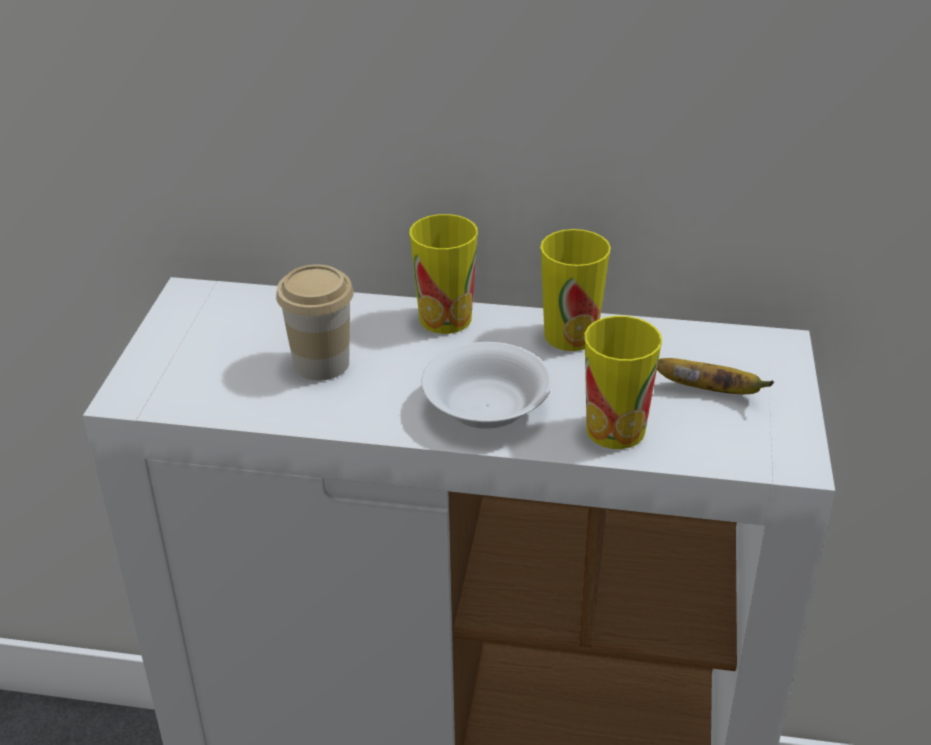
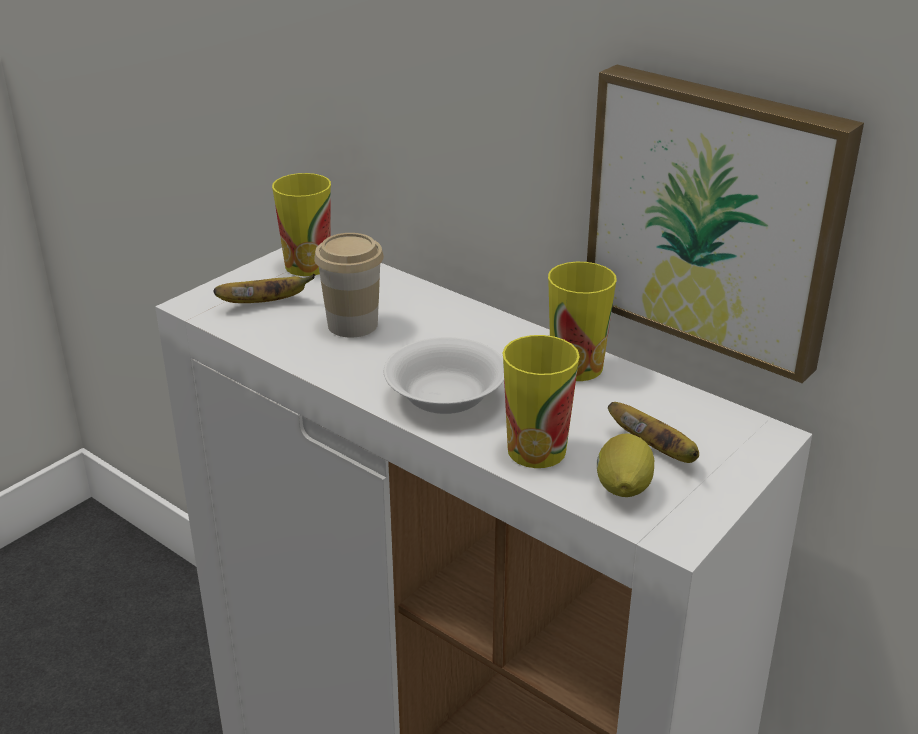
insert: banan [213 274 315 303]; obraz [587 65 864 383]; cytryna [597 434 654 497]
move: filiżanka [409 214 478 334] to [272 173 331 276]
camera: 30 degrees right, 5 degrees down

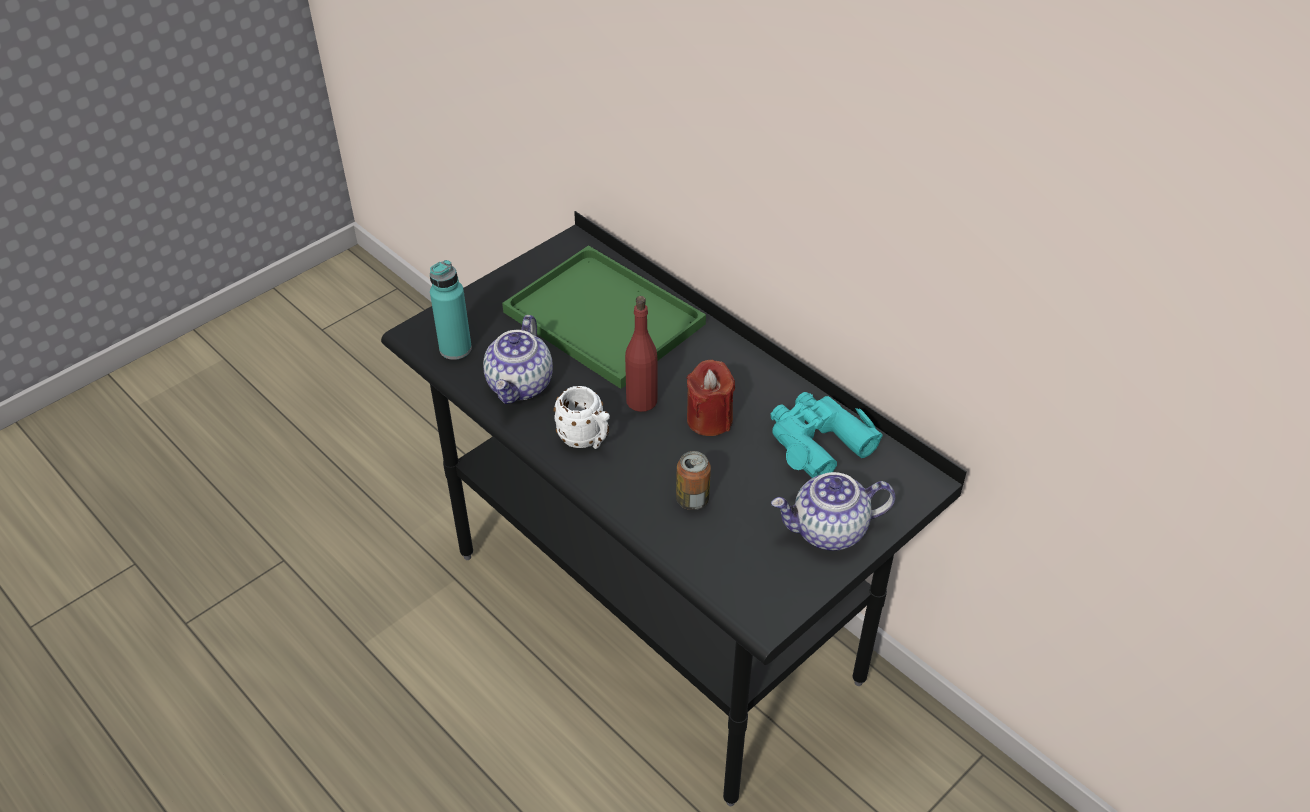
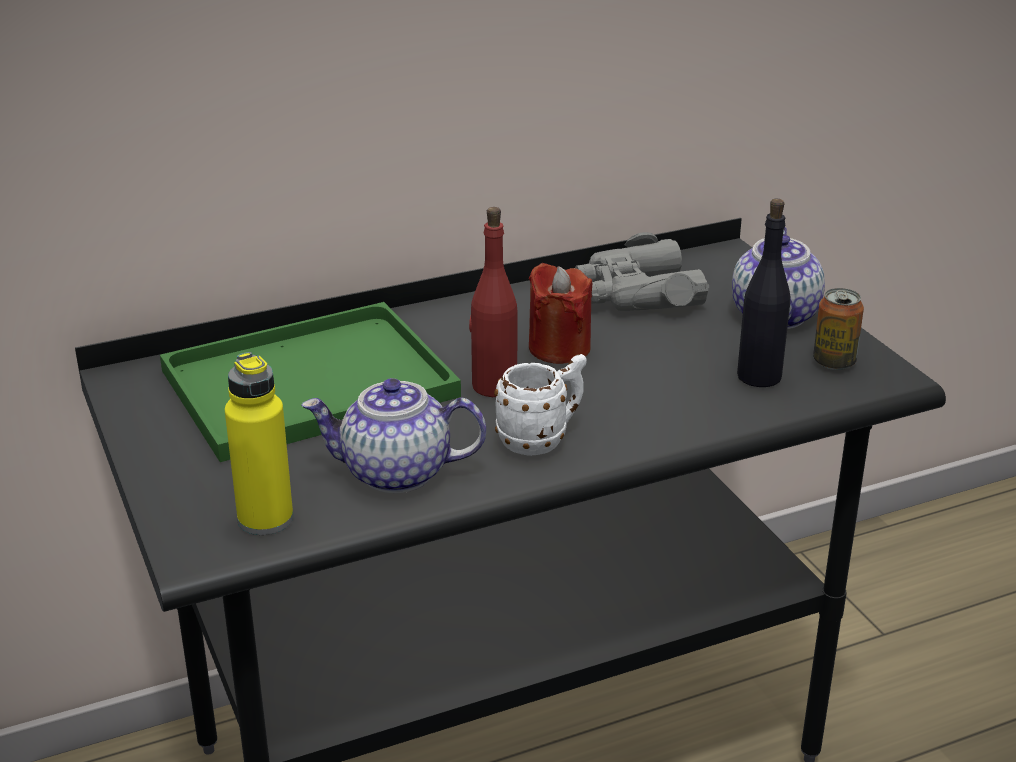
insert: butelka [czarny] [737 199 790 387]
move: puszka [676 451 711 510] to [813 288 864 370]
recolor: butelka [turkusowy] [430 260 472 360] to butelka [żółty] [225 352 293 535]; lornetka [turkusowy] [771 392 883 478] to lornetka [szary] [575 232 709 311]
rotate: imbryk [483 315 553 404] = [301 378 486 493] 150 degrees clockwise
camera: 70 degrees left, 15 degrees down

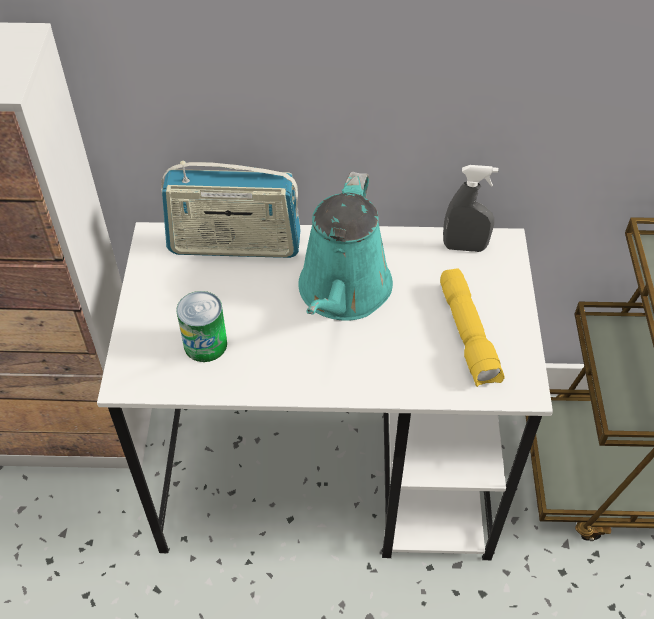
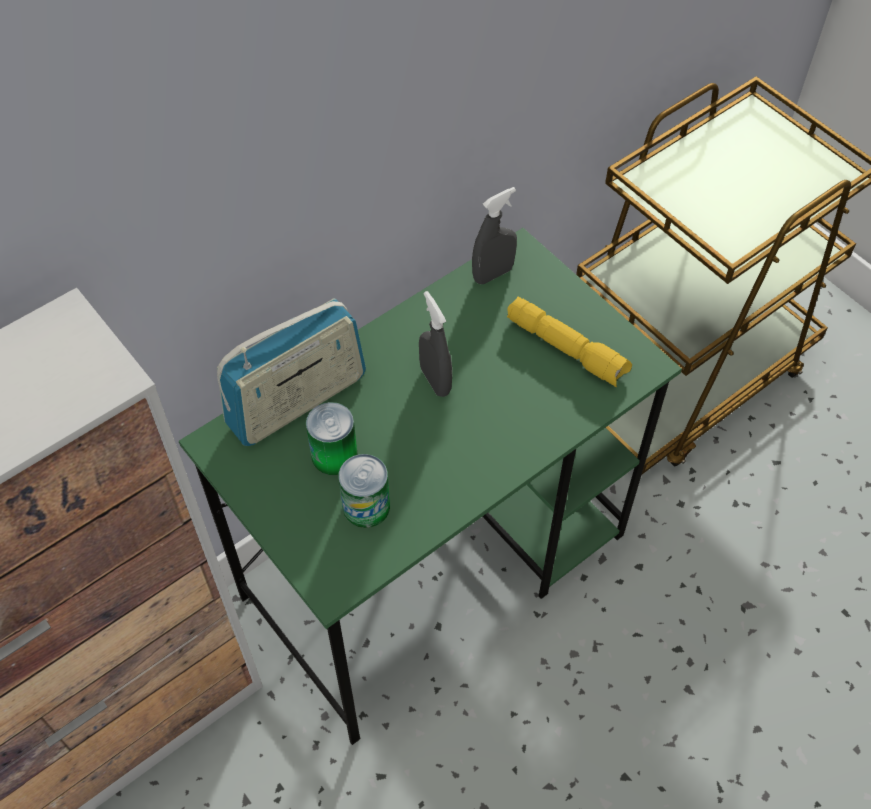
insert: puszka [306 402 358 475]
replace: konewka [turkusowy] [298 172 393 321] to spryskiwacz [szary] [419 291 452 397]
recolor: biurko [biały] [97 222 553 560] to biurko [zielony] [179 228 682 745]
camera: 40 degrees left, 5 degrees up

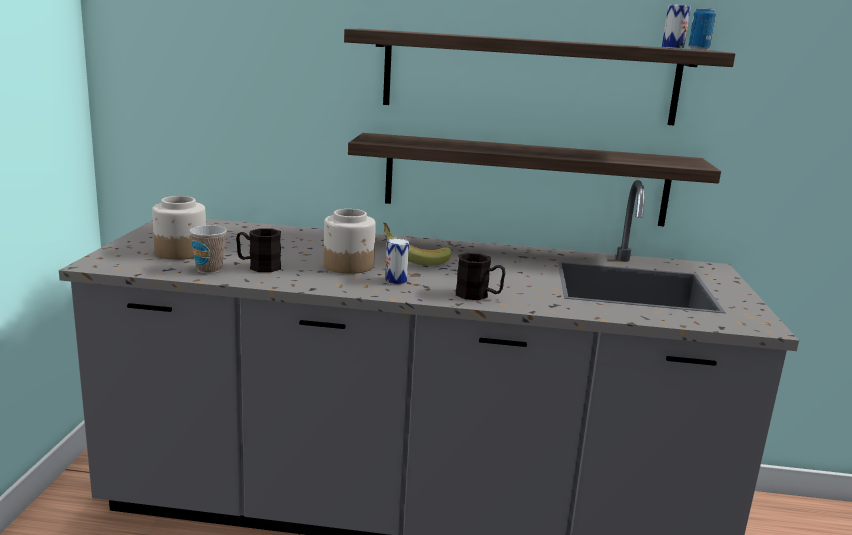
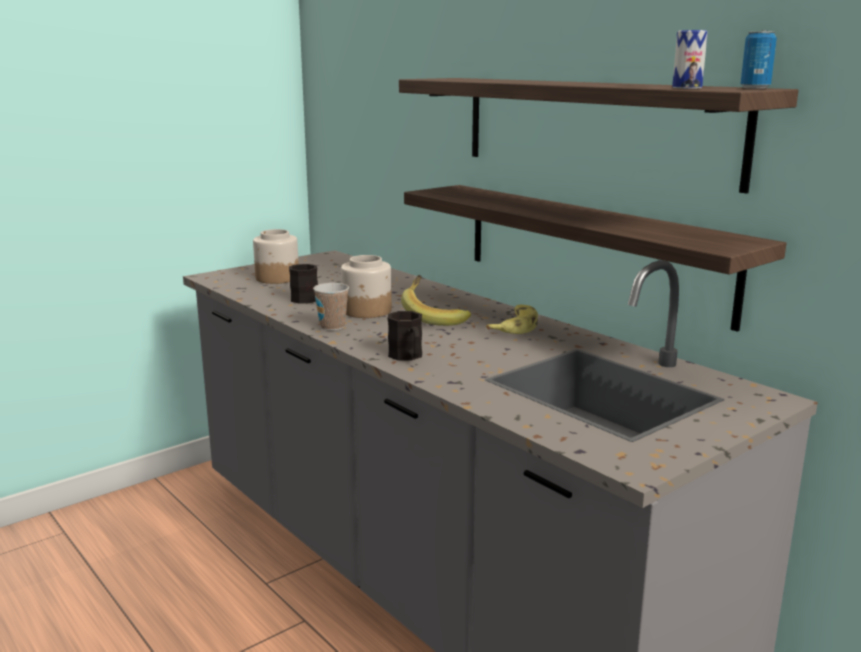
delete: puszka [385 238 409 284]
insert: banan [486 305 538 334]
move: filiżanka [189 225 227 274] to [313 283 349 331]
camera: 45 degrees right, 0 degrees up

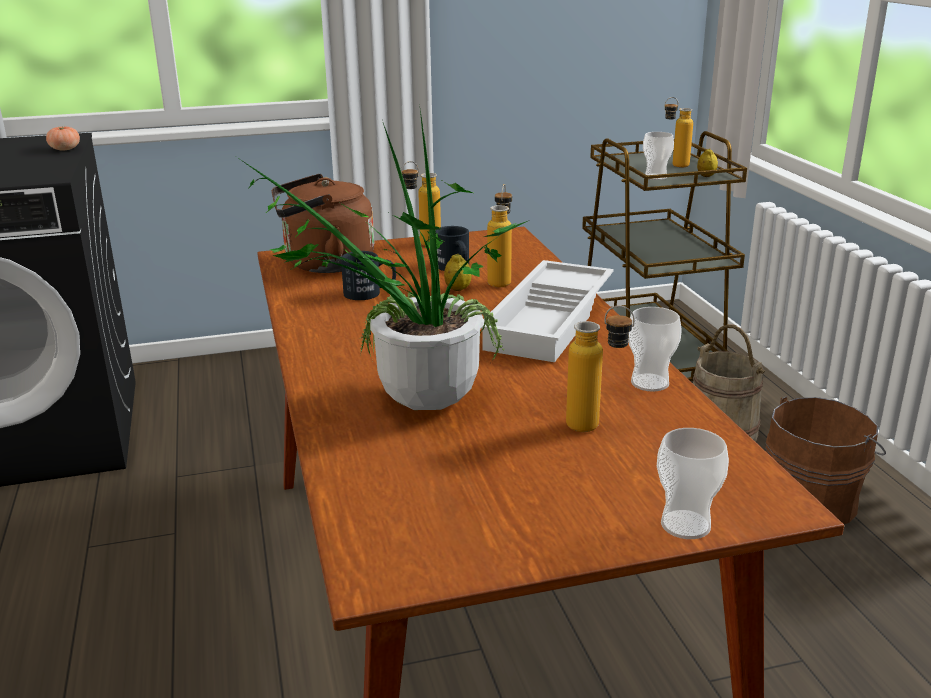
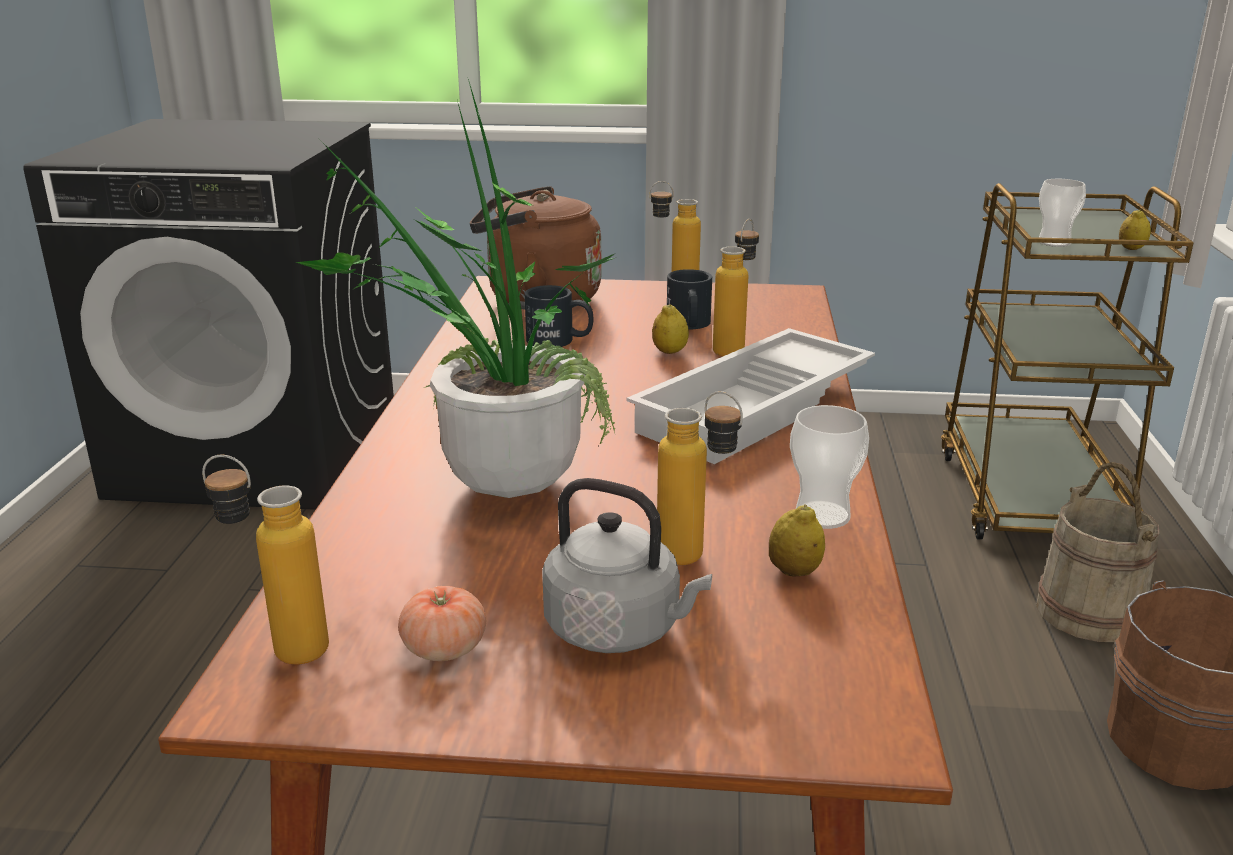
delete: filiżanka [657 428 729 539]
insert: czajnik [szary] [542 478 712 653]; cytryna [769 505 825 576]
move: butelka [664 97 693 167] to [202 455 329 665]; pomidor [46 126 80 150] to [398 586 486 661]
camera: 20 degrees right, 0 degrees up

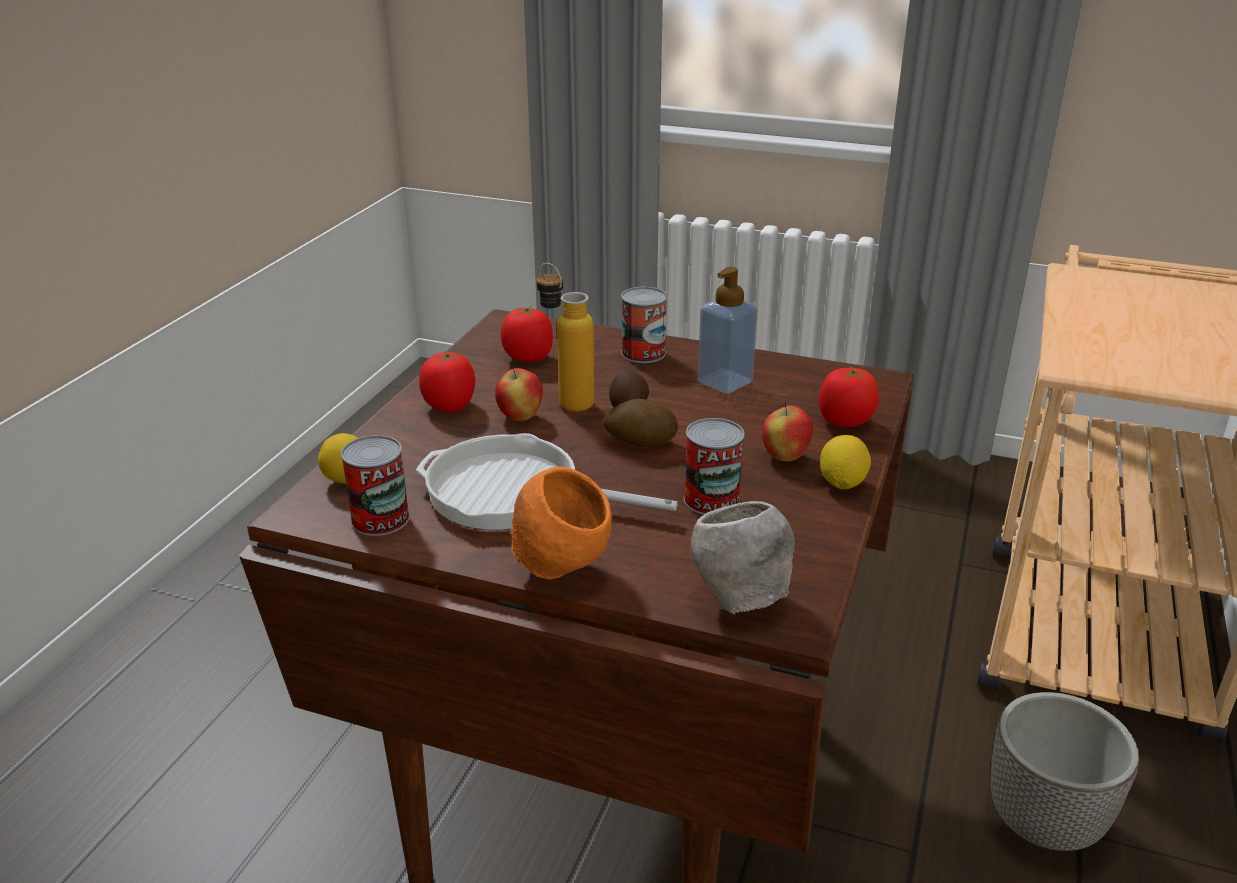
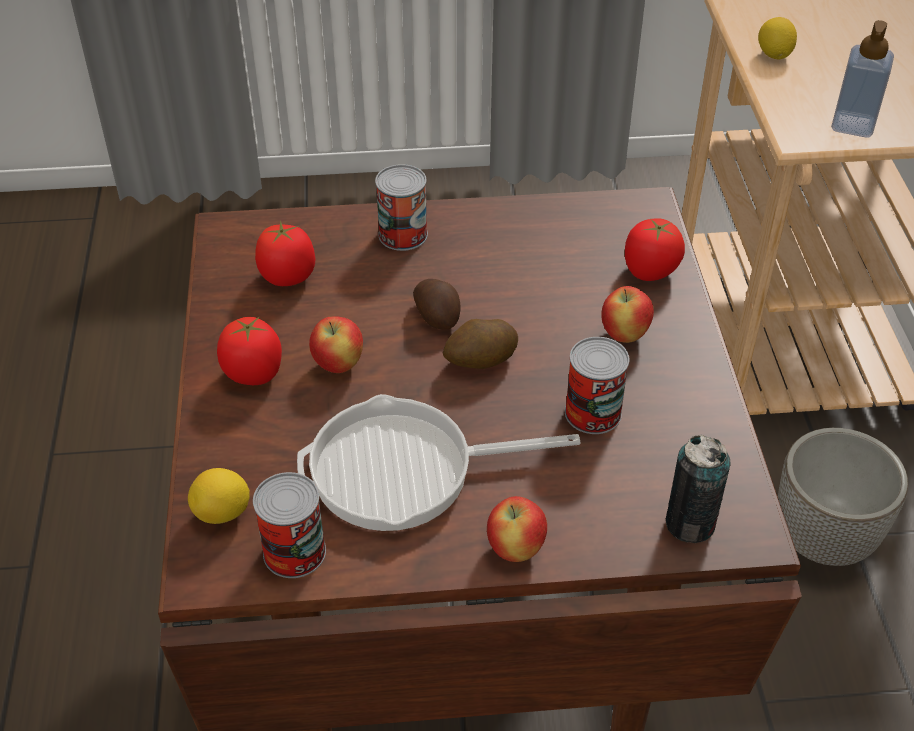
delete: butelka [537 263 594 412]
move: cytryna [820 435 871 490] to [758 17 797 59]; dozownik mydła [698 267 758 394] to [831 20 894 137]
replace: miska [pomarańczowy] [511 467 612 579] to jabłko [487 496 547 562]; miska [szary] [690 501 795 615] to puszka [666 434 730 543]
camera: 25 degrees left, 15 degrees up

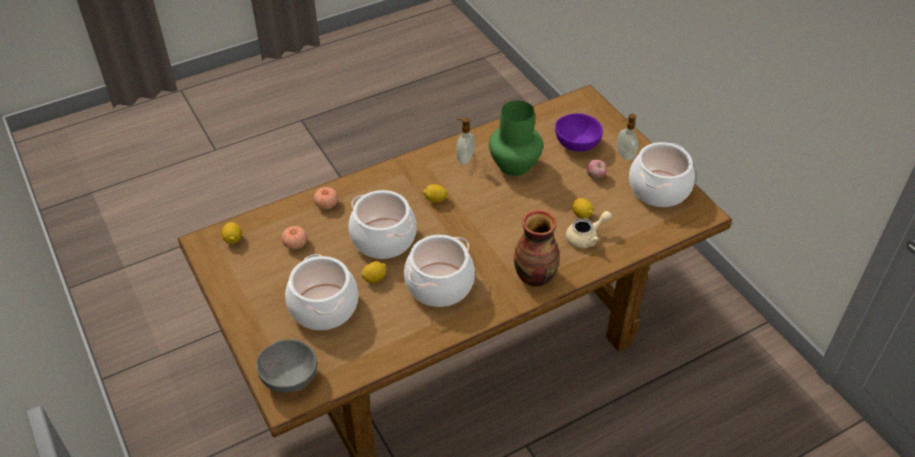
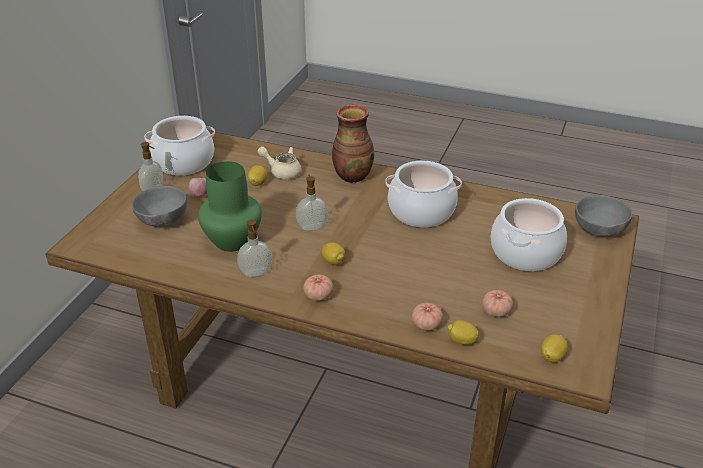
delete: garnek [349 190 417 259]
insert: dozownik mydła [296 175 328 231]; pomidor [304 274 333 301]
move: cytryna [362 261 386 283] to [448 320 479 345]
recolor: miska [fioletowy] [555 113 603 152] to miska [szary] [132 186 187 227]
camera: 130 degrees left, 10 degrees down

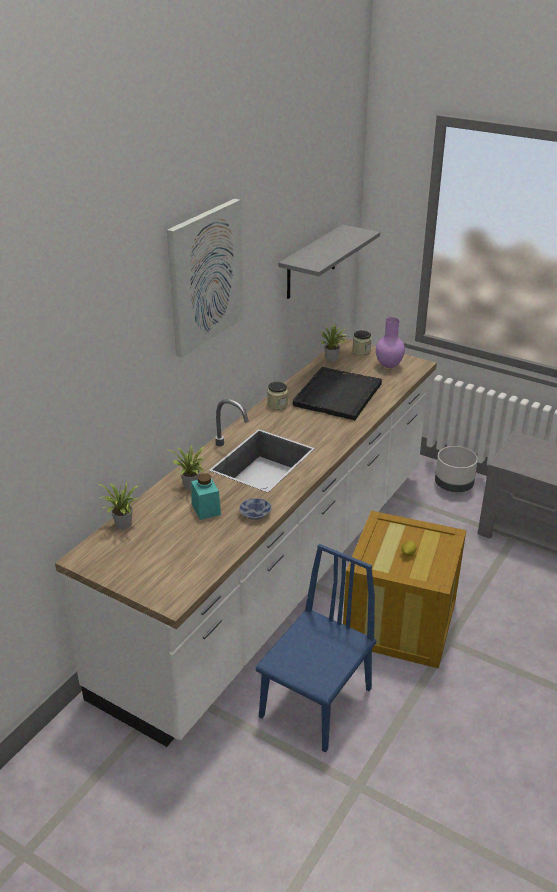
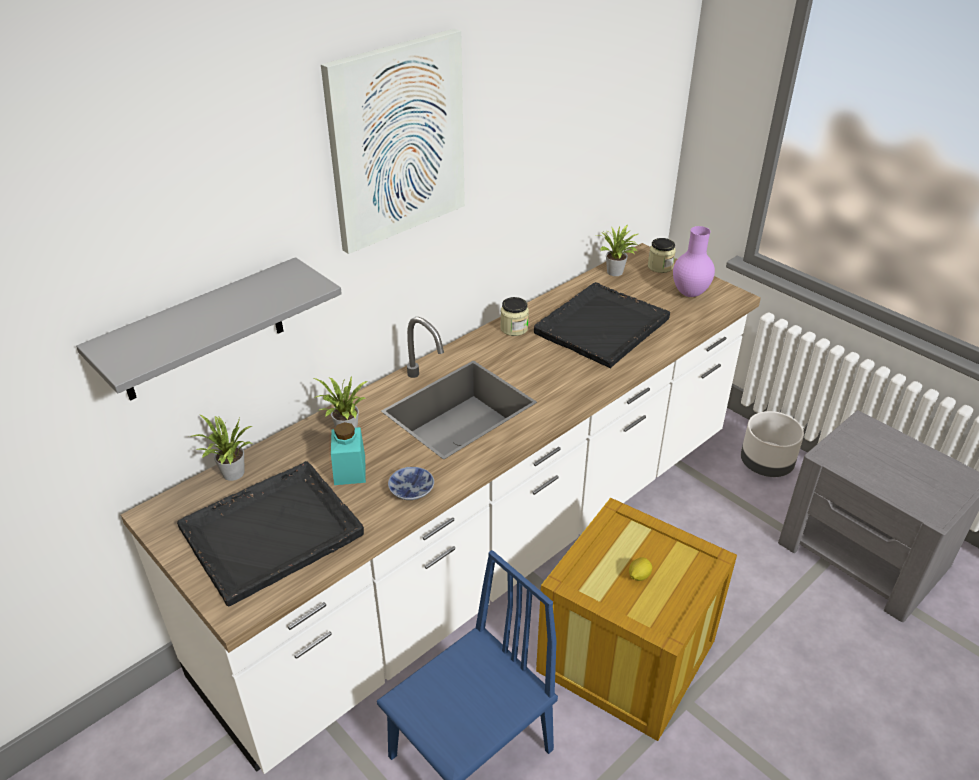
insert: taca [czarny] [177 461 364 607]
move: półka [szary] [279 225 380 299] to [76 257 342 401]
camera: 15 degrees right, 5 degrees up

